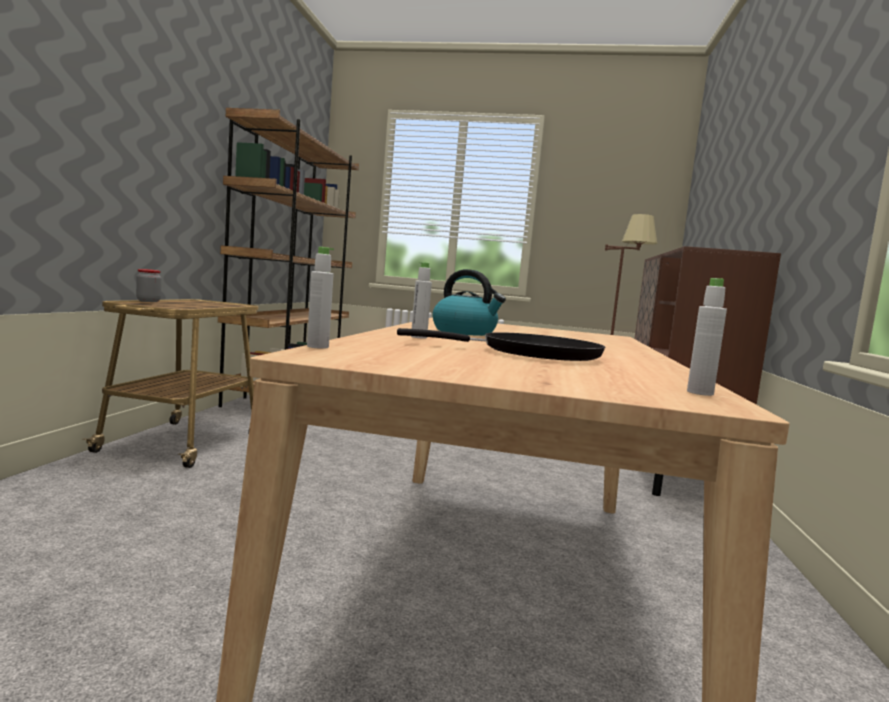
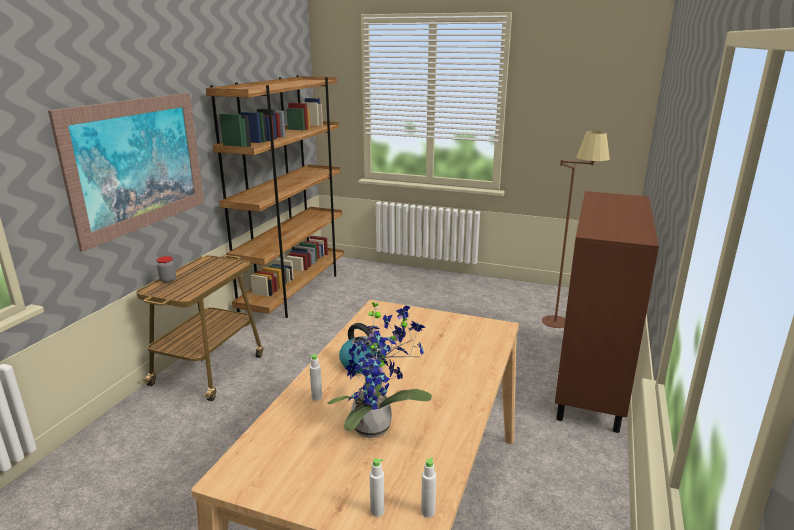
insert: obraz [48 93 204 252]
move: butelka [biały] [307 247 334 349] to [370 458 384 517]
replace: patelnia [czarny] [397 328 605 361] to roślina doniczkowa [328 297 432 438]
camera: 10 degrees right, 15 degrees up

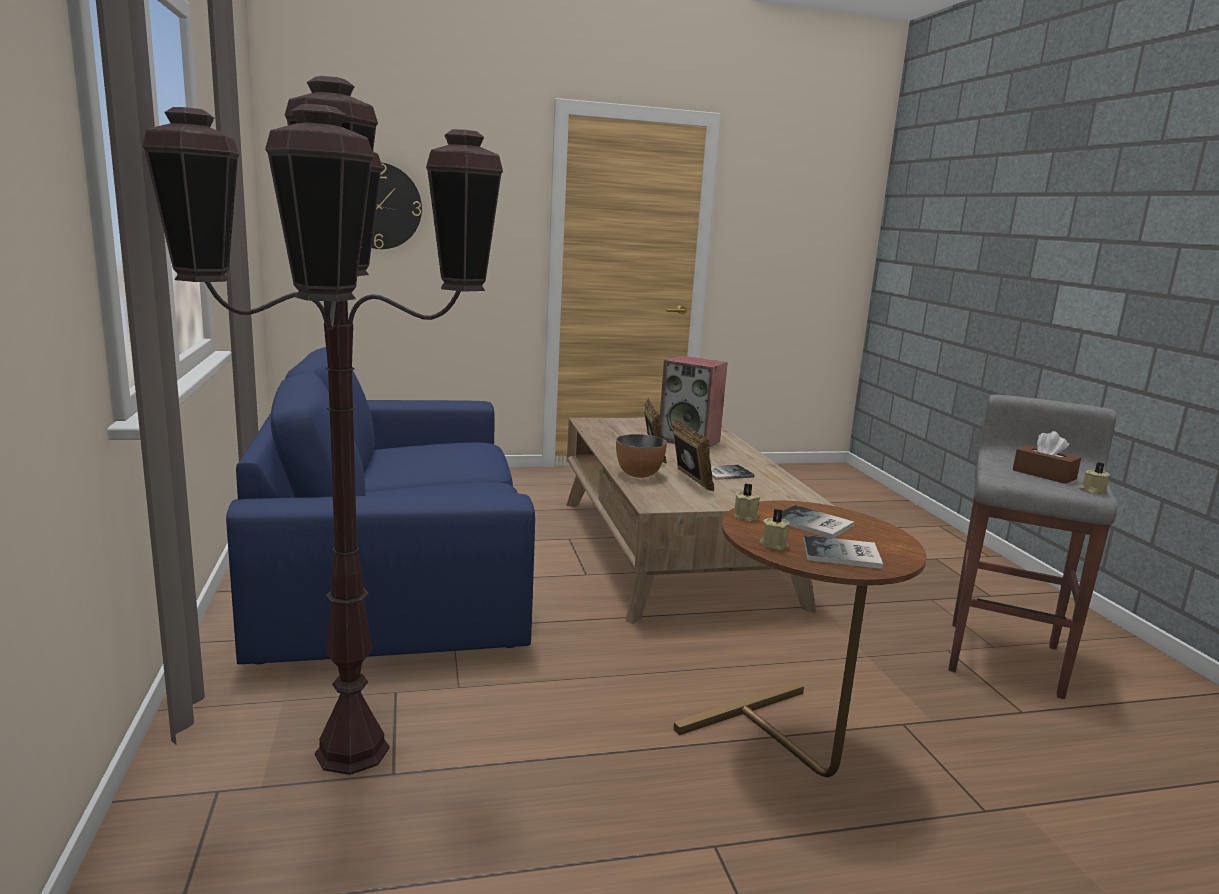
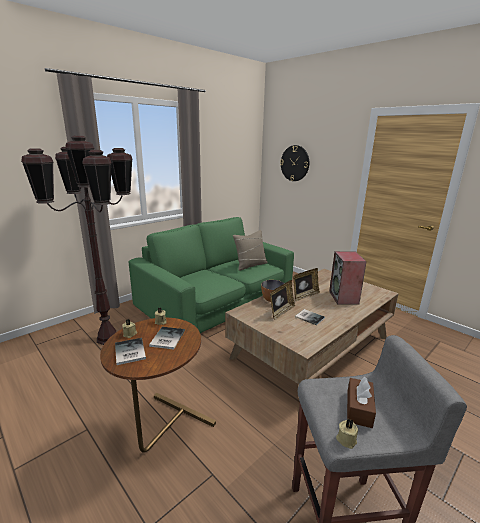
insert: poduszka [beżowy] [233 230 268 271]
recolor: kanapa [niebieski] [226 347 535 664] to kanapa [zielony] [129 217 294 333]
camera: 60 degrees right, 5 degrees up

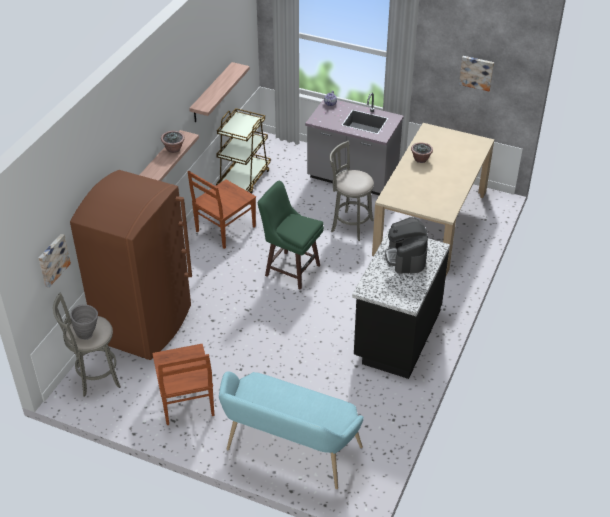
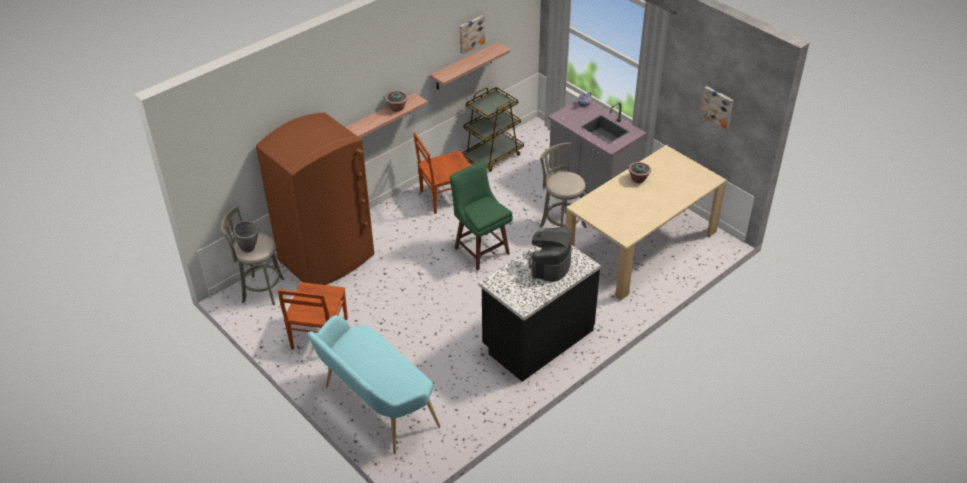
move: obraz [39 234 71 288] to [459 15 485 54]
camera: 25 degrees right, 0 degrees up

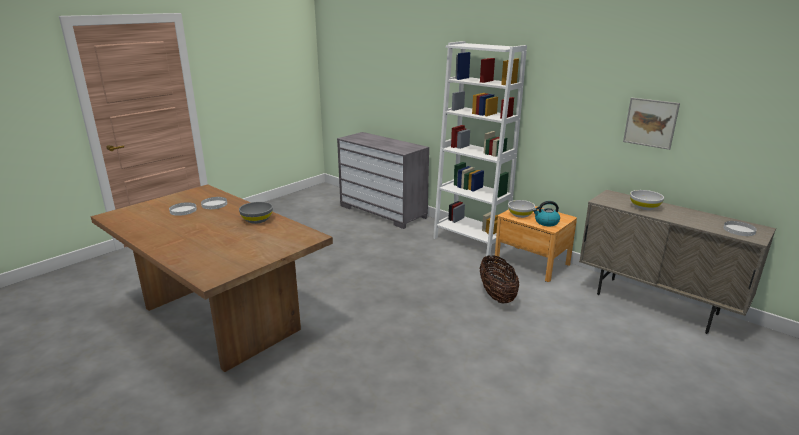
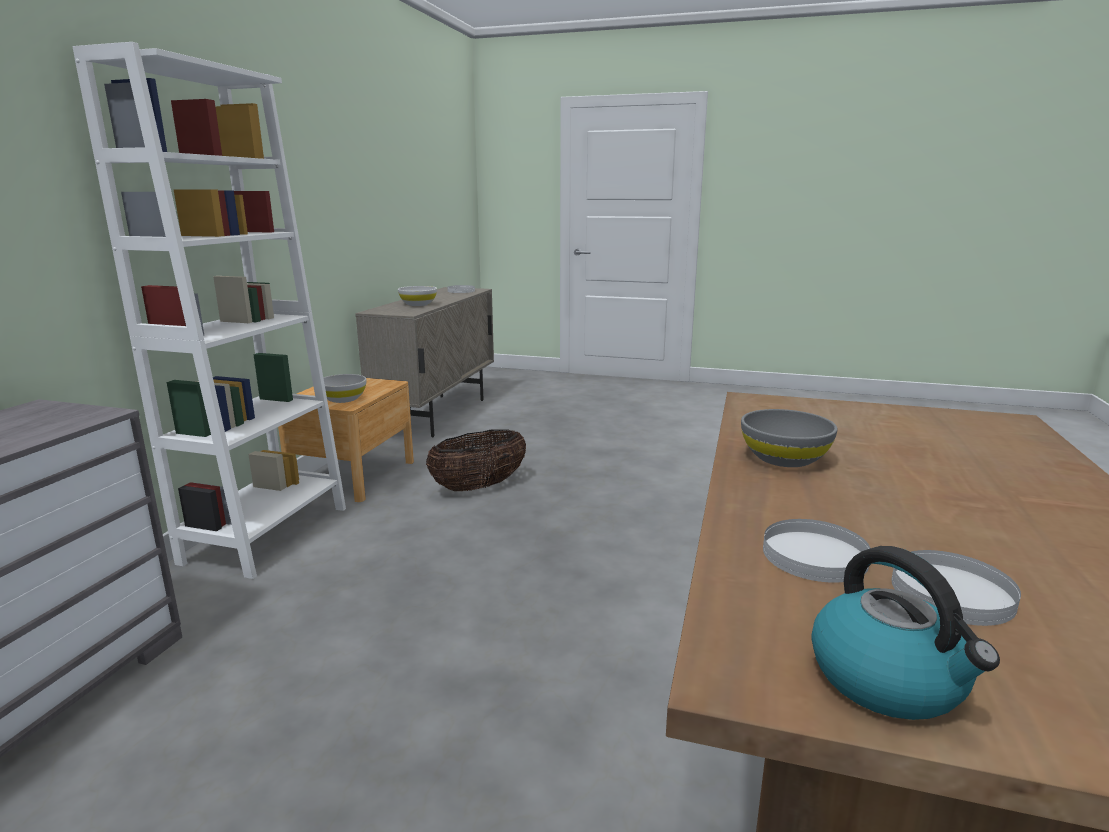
delete: obraz [623 97 680 150]
move: czajnik [533 201 560 226] to [811 546 1000 720]
camera: 115 degrees left, 5 degrees down

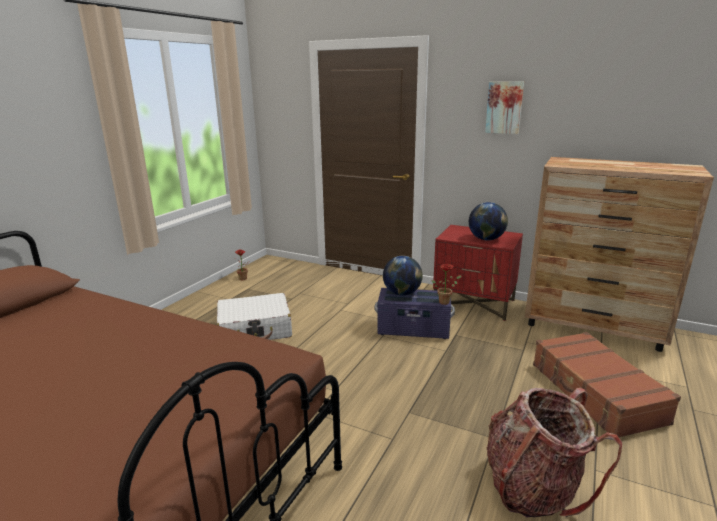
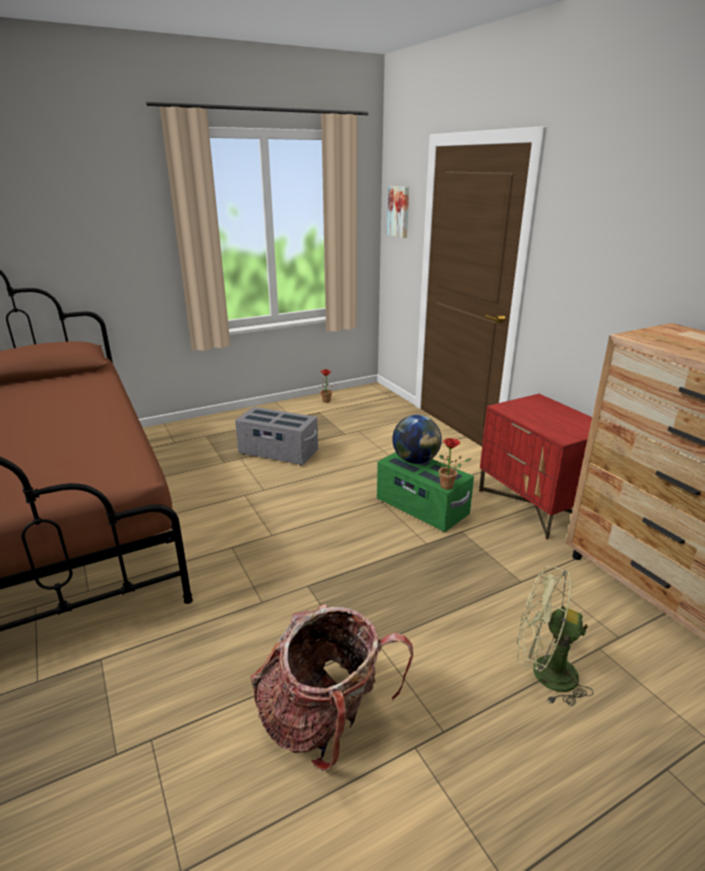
delete: globus [469 202 508 241]
move: obraz [485 81 524 134] to [387 186 409 238]
replace: walizka [biały] [217 293 292 340] to pojemnik do przechowywania [szary] [235 407 318 465]; walizka [brązowy] [533 332 681 437] to wentylator [zielony] [517 565 593 706]
recolor: pojemnik do przechowywania [fioletowy] [375 288 455 339] to pojemnik do przechowywania [zielony] [377 452 474 532]
camera: 35 degrees right, 5 degrees up

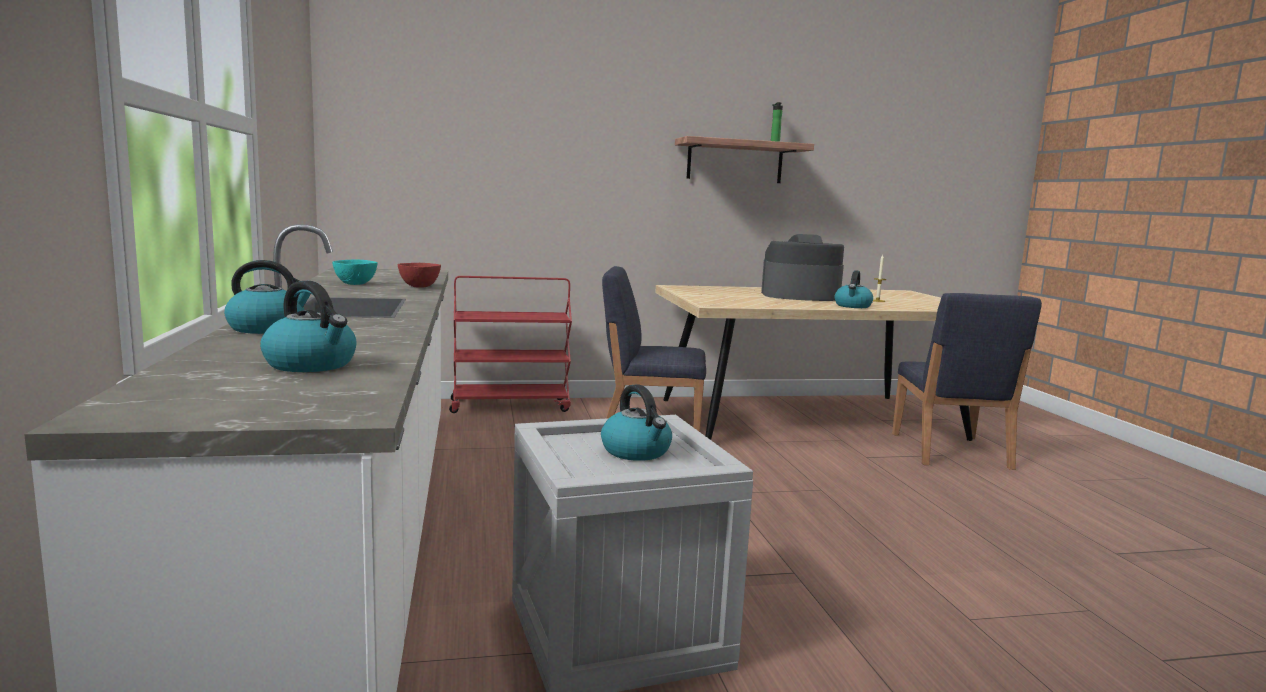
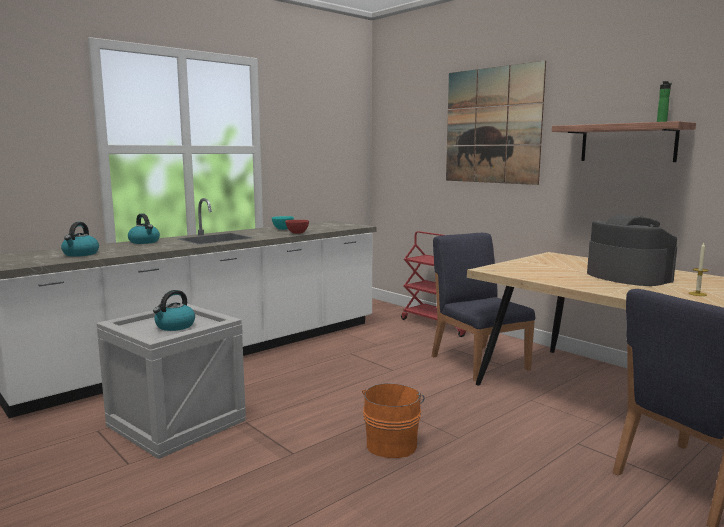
delete: czajnik [835 270 873 308]
insert: wiadro [pomarańczowy] [362 383 425 458]; obraz [446 60 546 185]
camera: 60 degrees right, 0 degrees up

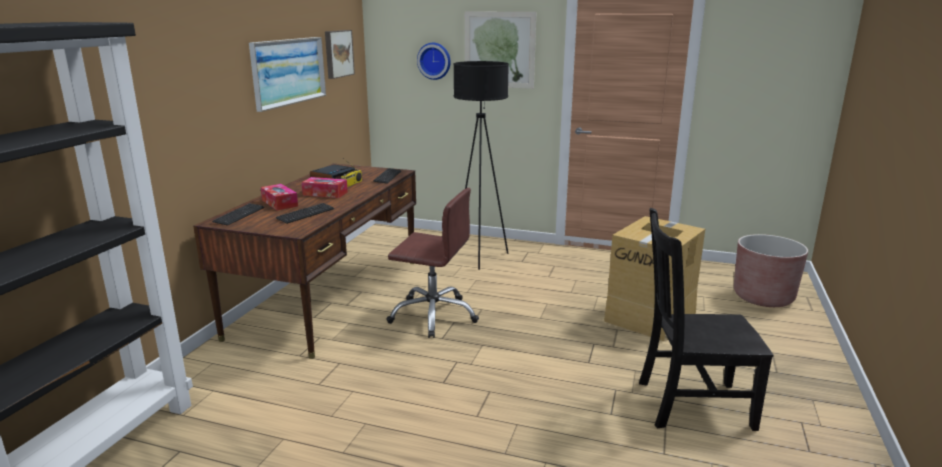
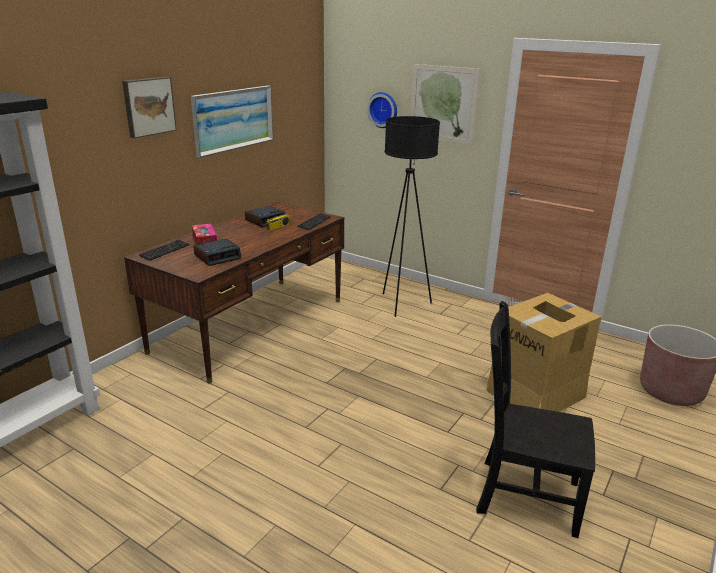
delete: pudełko chusteczek [301 177 348 198]; krzesło biurowe [brązowy] [386 188 479 338]
move: obraz [325 30 355 79] to [122 77 177 138]
replace: klawiatura [275 203 334 224] to budzik [193 239 241 266]
camera: 15 degrees right, 5 degrees up

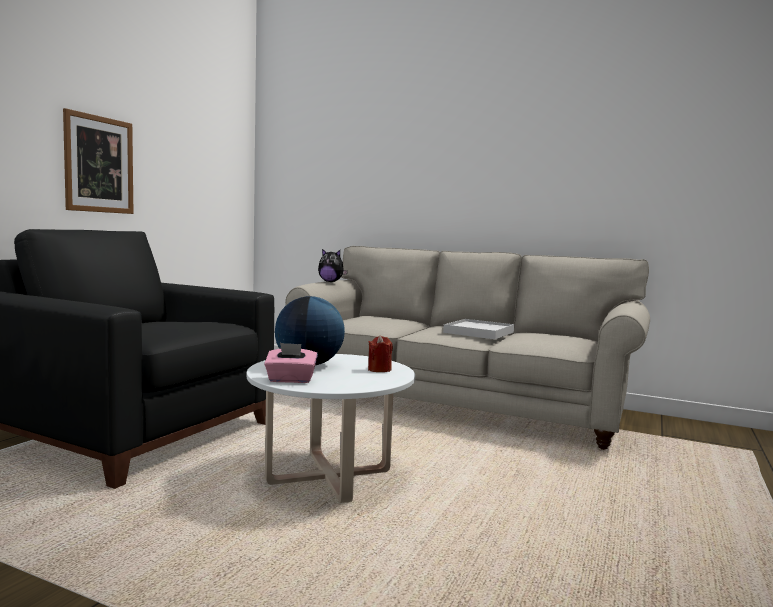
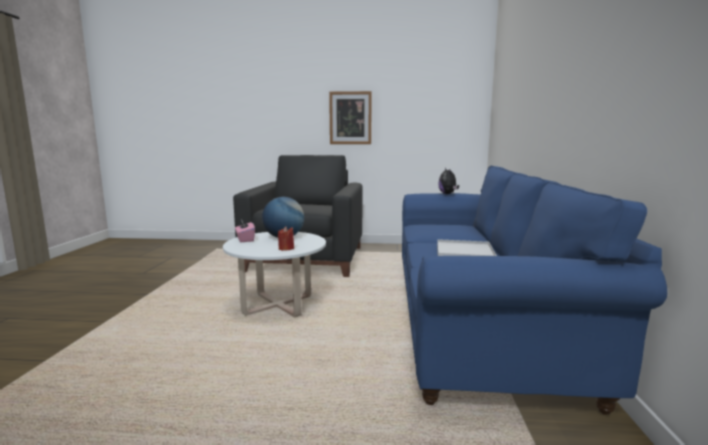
recolor: kanapa [beżowy] [285 246 650 450] to kanapa [niebieski] [402 165 667 415]
camera: 70 degrees right, 5 degrees up

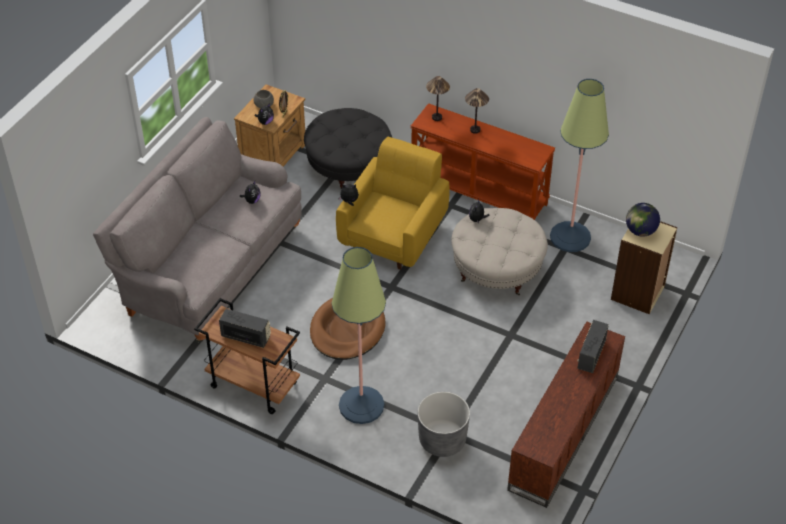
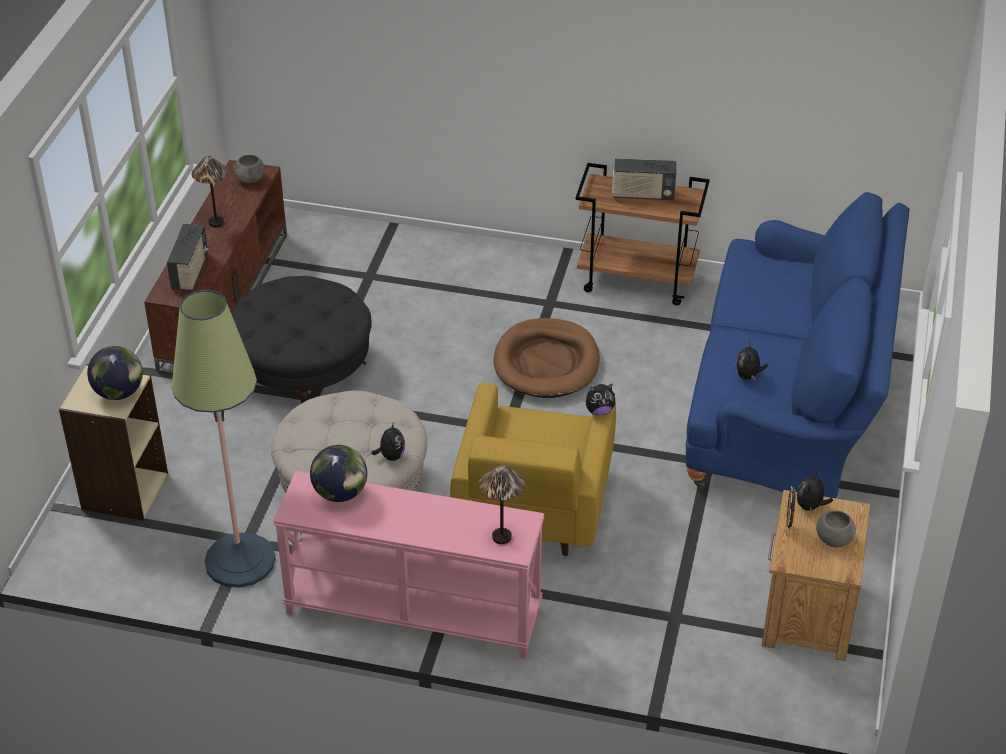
delete: lampa stojąca [331 247 386 424]; donica [szary] [417 391 470 457]
insert: miska [szary] [233 155 265 183]; globus [310 445 367 502]
move: lampa stołowa [465 88 489 134] to [191 156 228 227]; pufa [czarny] [304 108 392 189] to [231 276 372 404]
recolor: stolik konsolowy [brązowy] [411 103 555 220] to stolik konsolowy [różowy] [273 471 544 659]; kanapa [szary] [93 117 301 342] to kanapa [niebieski] [686 192 910 498]
camera: 165 degrees right, 5 degrees down

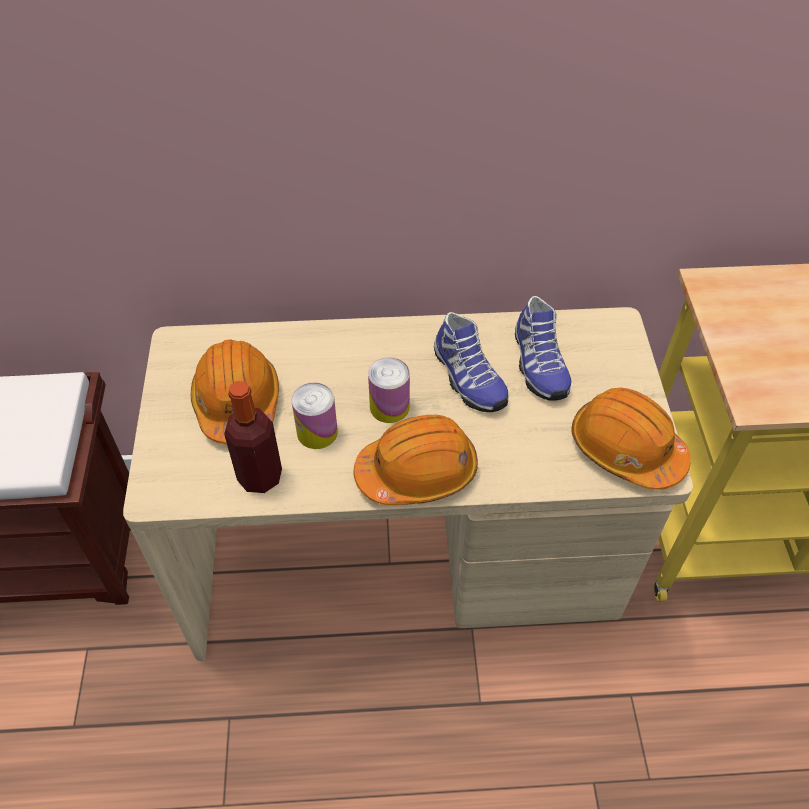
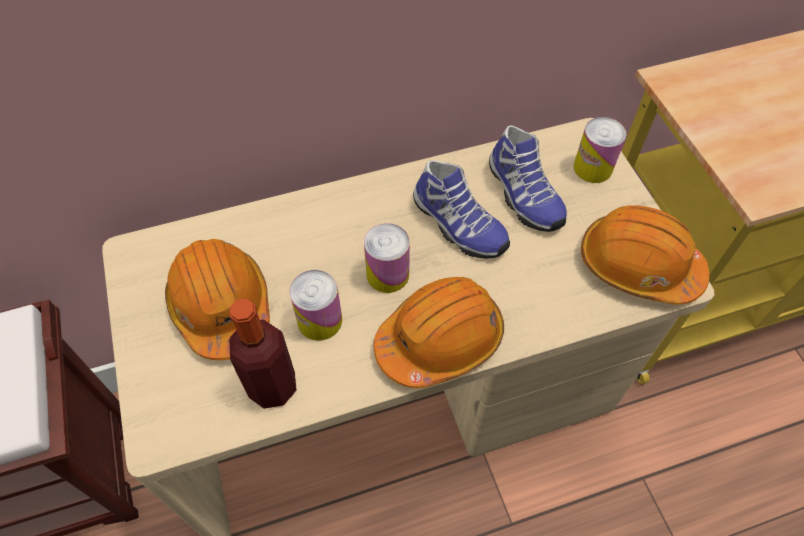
insert: puszka [573 117 627 183]
camera: 15 degrees left, 5 degrees up

